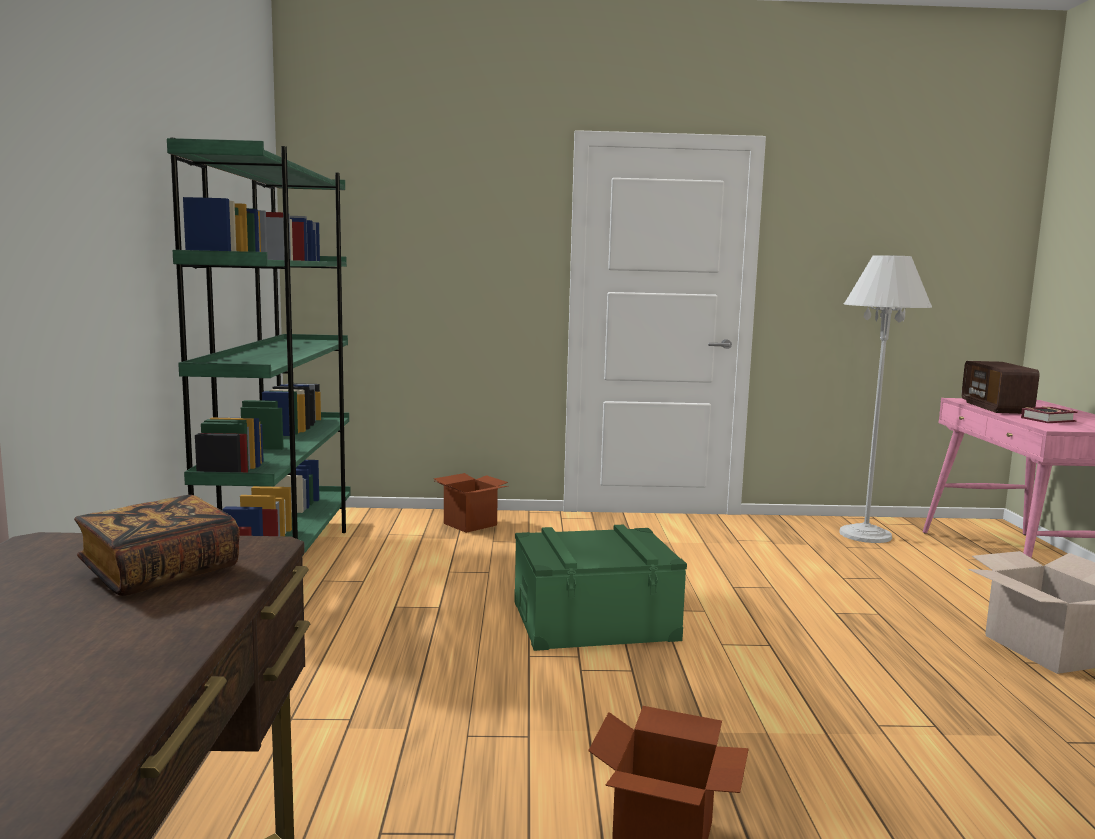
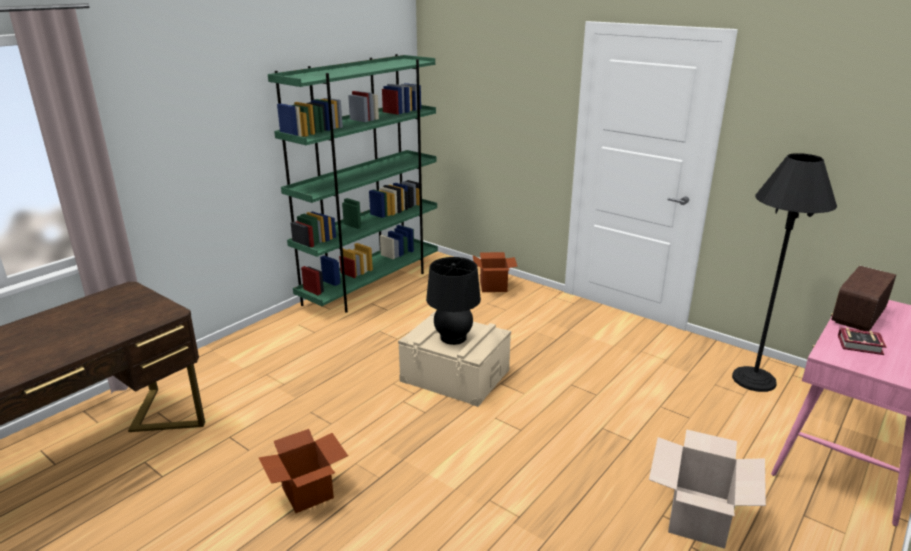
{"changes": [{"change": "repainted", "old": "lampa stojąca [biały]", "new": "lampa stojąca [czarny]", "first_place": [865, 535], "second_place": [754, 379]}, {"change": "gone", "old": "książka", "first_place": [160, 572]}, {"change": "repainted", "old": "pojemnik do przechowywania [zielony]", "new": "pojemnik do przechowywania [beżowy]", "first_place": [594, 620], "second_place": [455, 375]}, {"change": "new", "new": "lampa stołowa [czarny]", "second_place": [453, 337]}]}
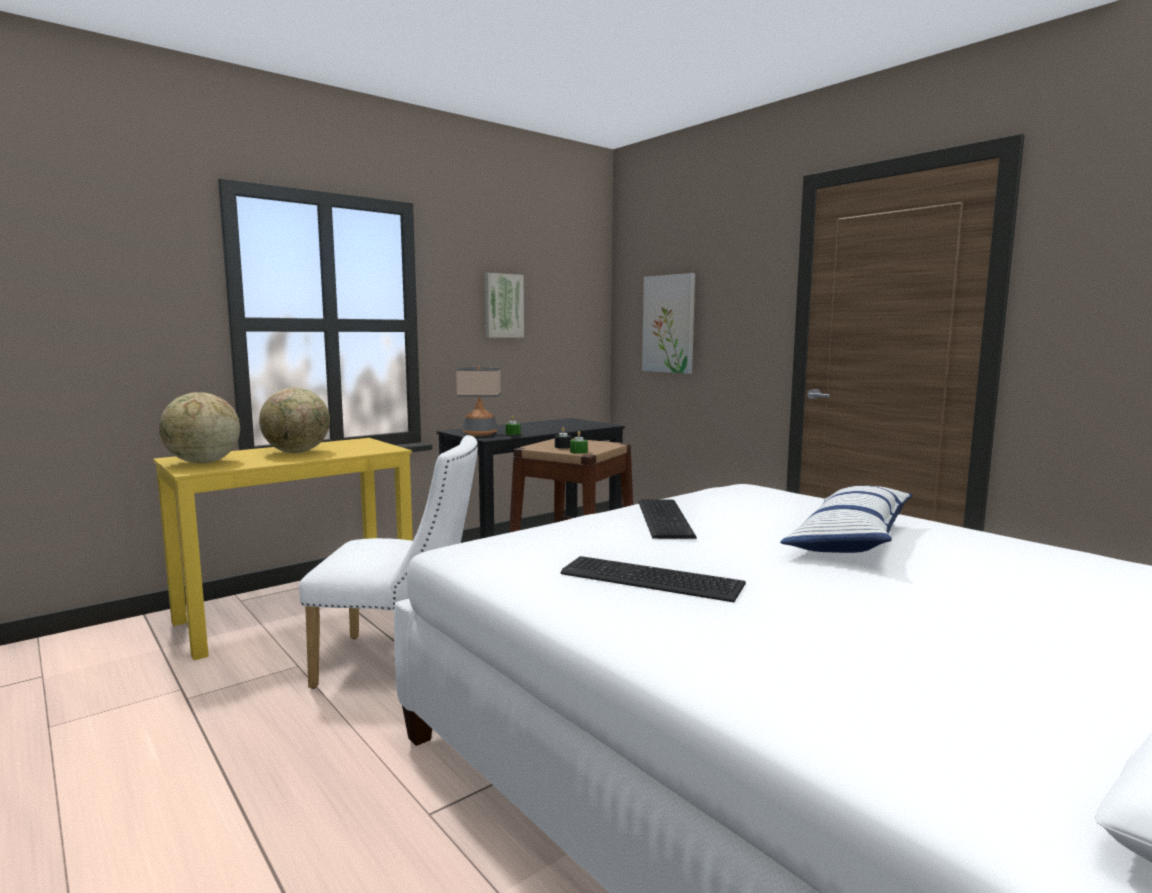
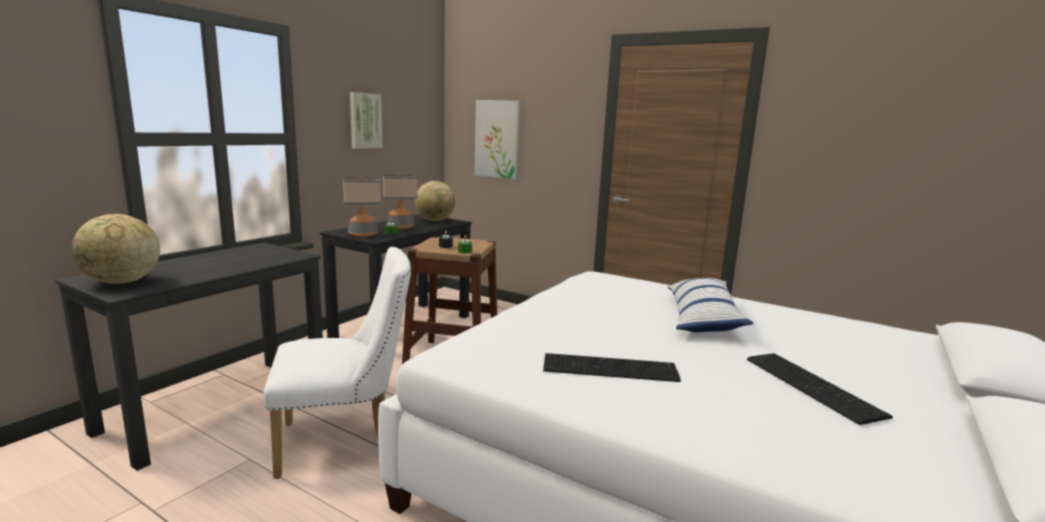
{"changes": [{"change": "shifted", "old": "globus", "first_place": [297, 452], "second_place": [435, 220]}, {"change": "repainted", "old": "biurko [żółty]", "new": "biurko [czarny]", "first_place": [298, 611], "second_place": [218, 406]}, {"change": "shifted", "old": "klawiatura", "first_place": [666, 518], "second_place": [812, 385]}, {"change": "new", "new": "lampa stołowa", "second_place": [400, 227]}]}
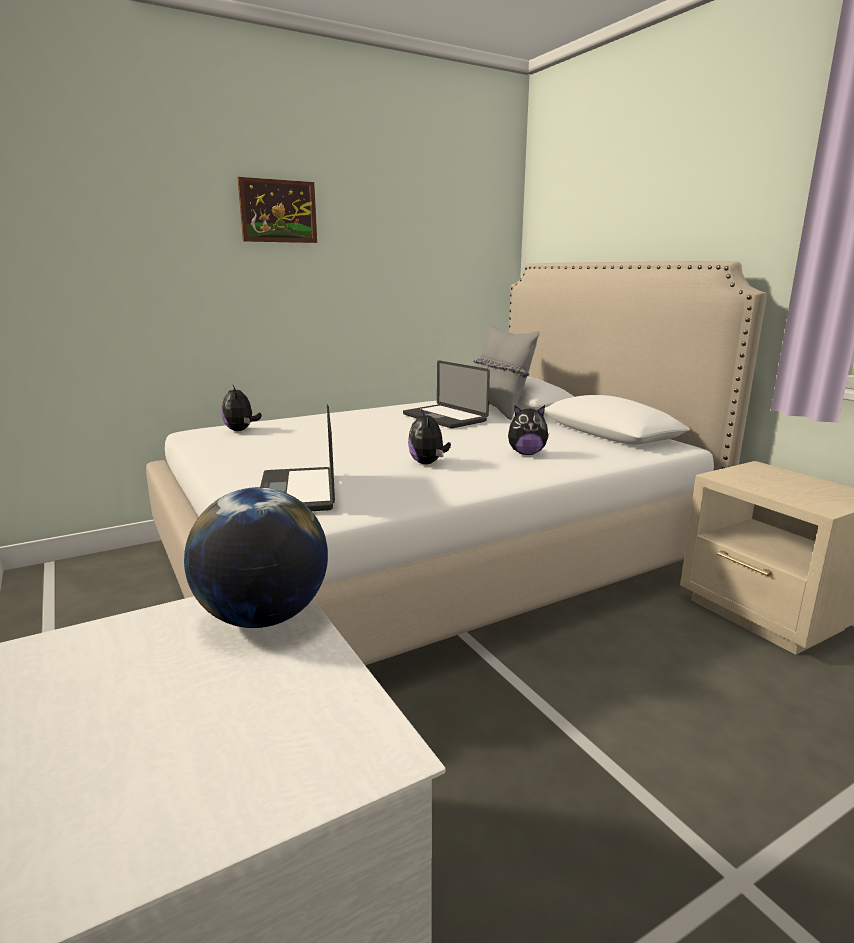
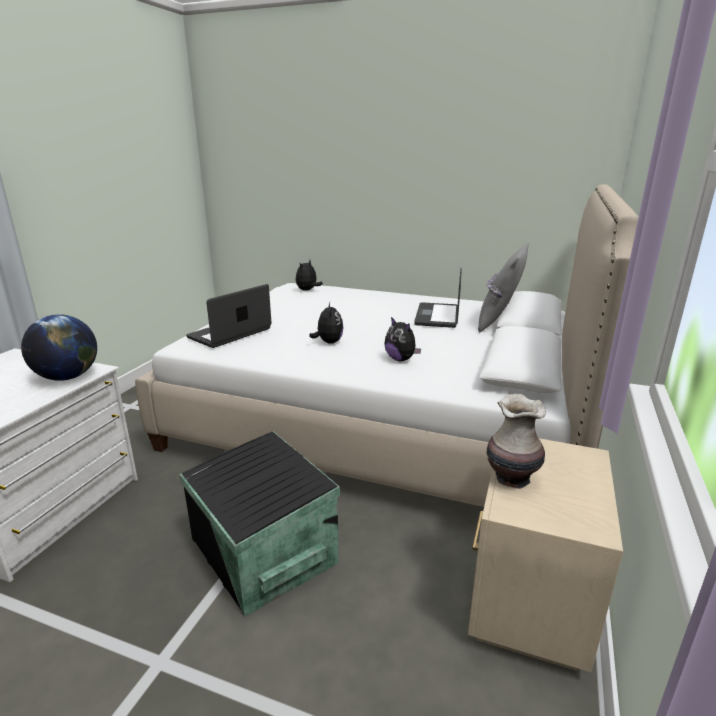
{"changes": [{"change": "gone", "old": "obraz", "first_place": [278, 211]}, {"change": "rotated", "old": "pluszak", "first_place": [428, 463], "second_place": [328, 342], "degrees": 135}, {"change": "new", "new": "wazon", "second_place": [511, 478]}, {"change": "new", "new": "pojemnik do przechowywania [czarny]", "second_place": [262, 552]}]}
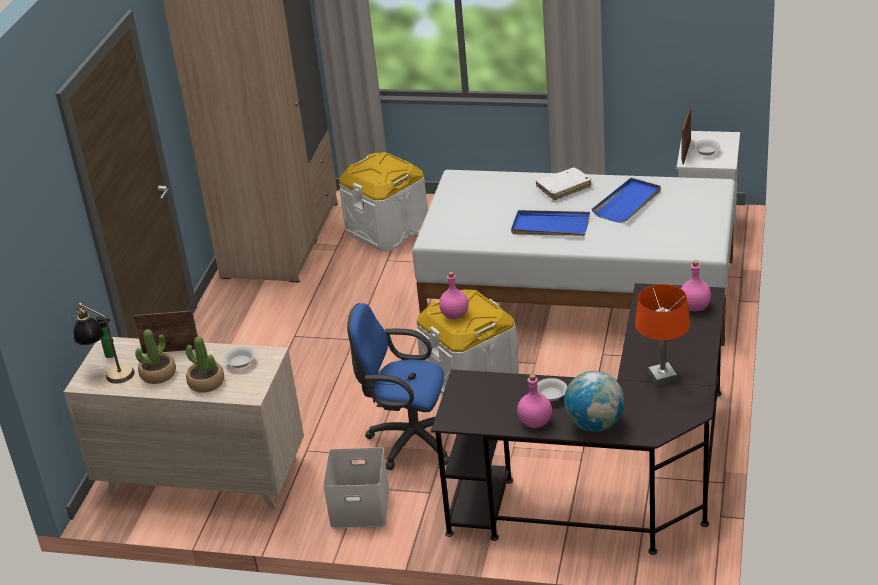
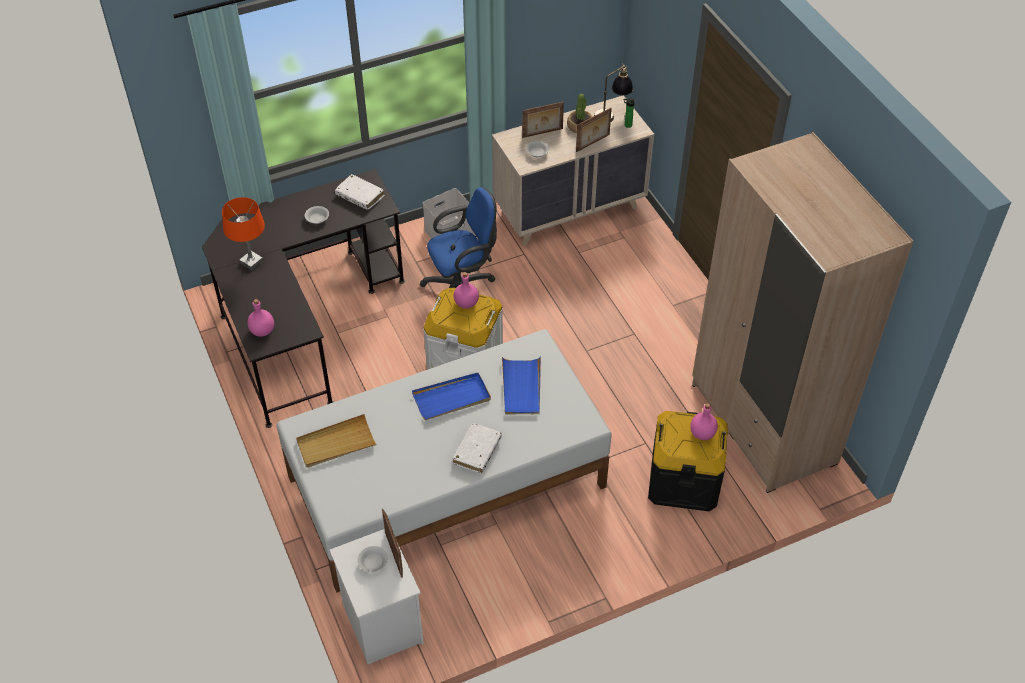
{"changes": [{"change": "repainted", "old": "pojemnik do przechowywania [biały]", "new": "pojemnik do przechowywania [czarny]", "first_place": [387, 230], "second_place": [684, 480]}, {"change": "shifted", "old": "taca [niebieski]", "first_place": [628, 203], "second_place": [521, 388]}, {"change": "swapped", "old": "roślina doniczkowa", "new": "ramka na zdjęcie", "first_place": [206, 383], "second_place": [542, 133]}, {"change": "gone", "old": "globus", "first_place": [595, 424]}, {"change": "shifted", "old": "butelka [różowy]", "first_place": [535, 423], "second_place": [702, 433]}, {"change": "new", "new": "książka [biały]", "second_place": [360, 196]}, {"change": "new", "new": "taca [beżowy]", "second_place": [336, 443]}]}
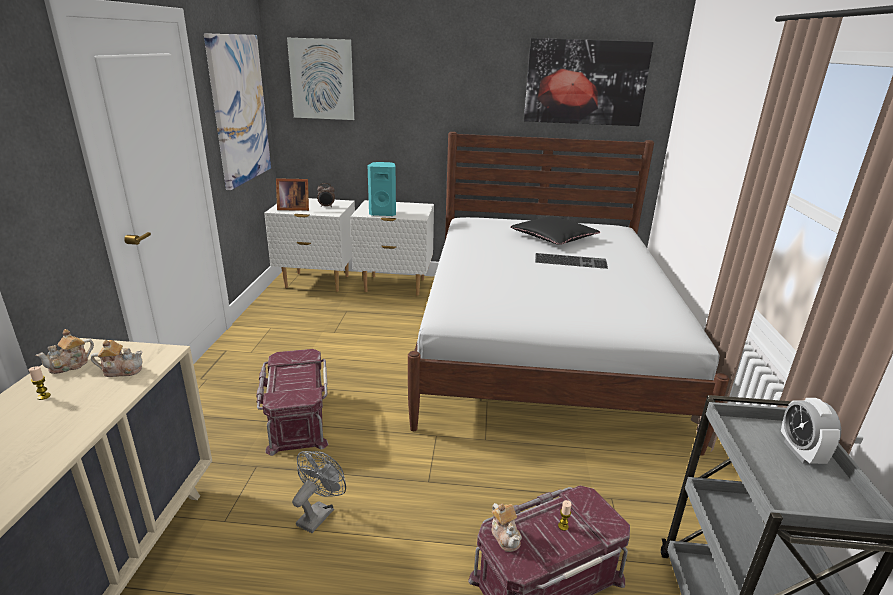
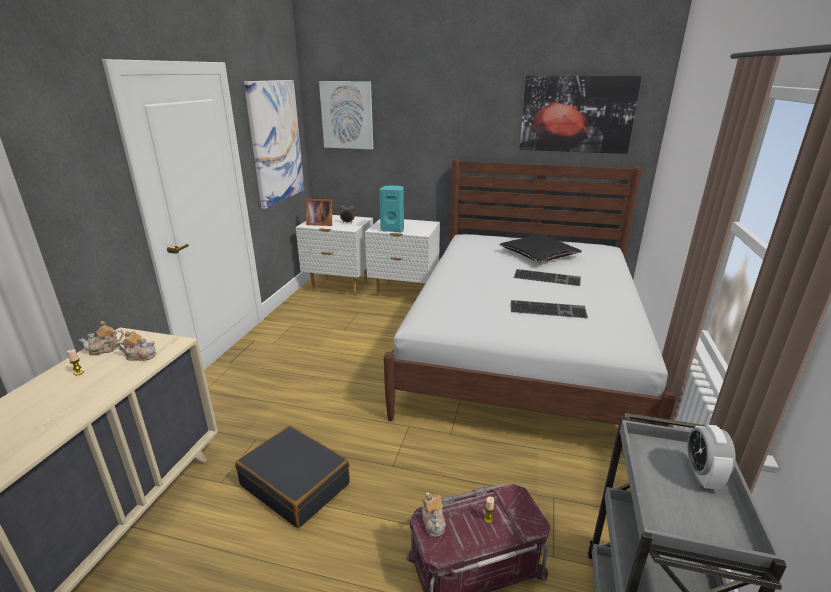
{"changes": [{"change": "gone", "old": "pojemnik do przechowywania [czerwony]", "first_place": [296, 417]}, {"change": "swapped", "old": "wentylator [szary]", "new": "walizka [czarny]", "first_place": [319, 513], "second_place": [296, 484]}, {"change": "new", "new": "klawiatura", "second_place": [548, 309]}]}
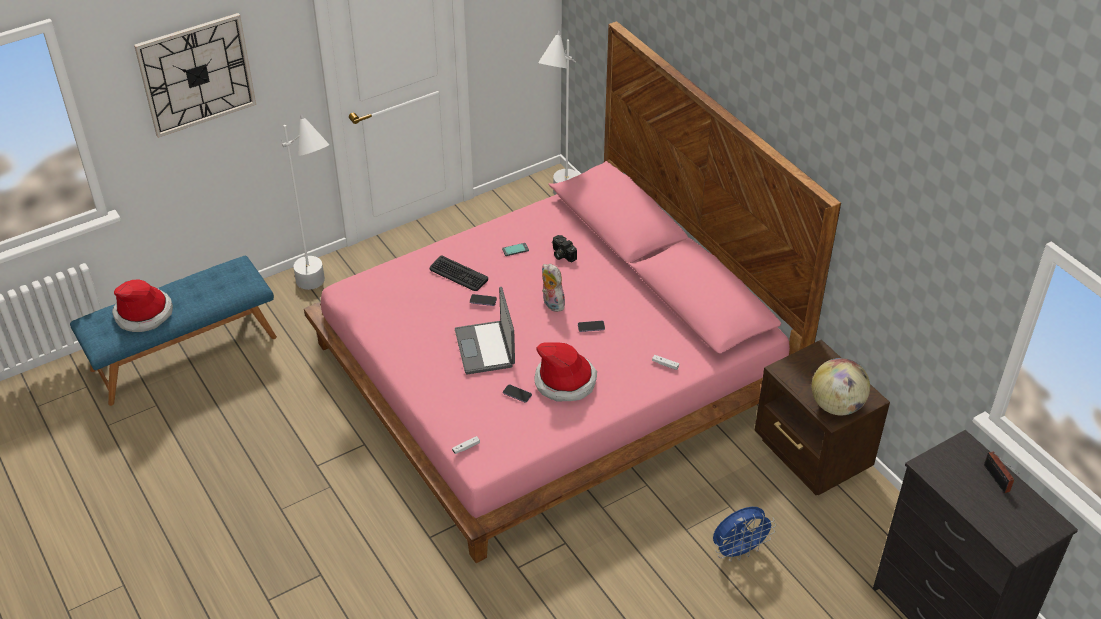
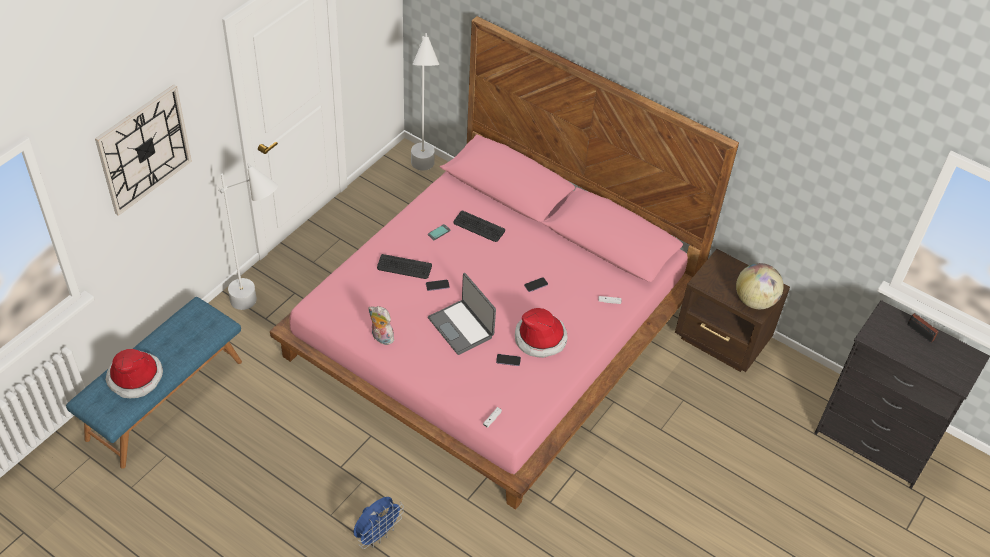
{"changes": [{"change": "swapped", "old": "aparat fotograficzny", "new": "klawiatura", "first_place": [561, 254], "second_place": [478, 227]}, {"change": "shifted", "old": "pluszak", "first_place": [551, 304], "second_place": [381, 338]}, {"change": "shifted", "old": "wentylator [niebieski]", "first_place": [739, 551], "second_place": [377, 535]}]}
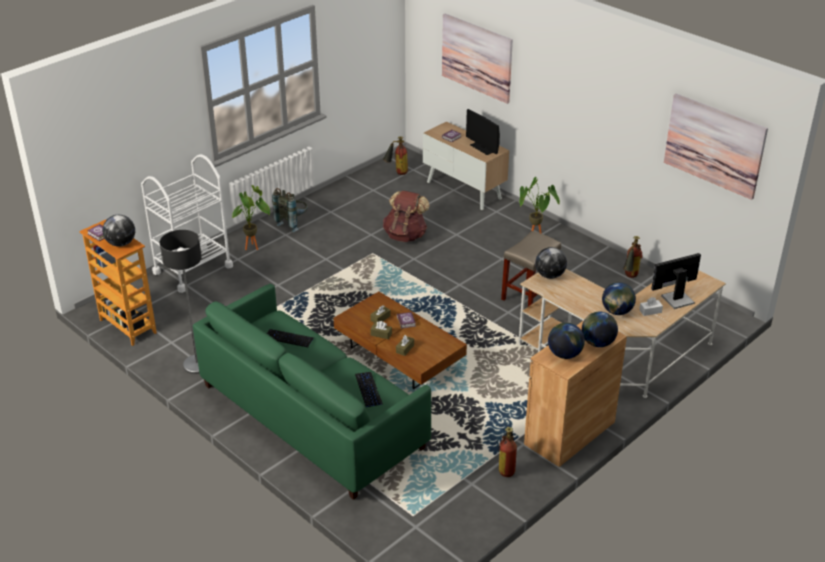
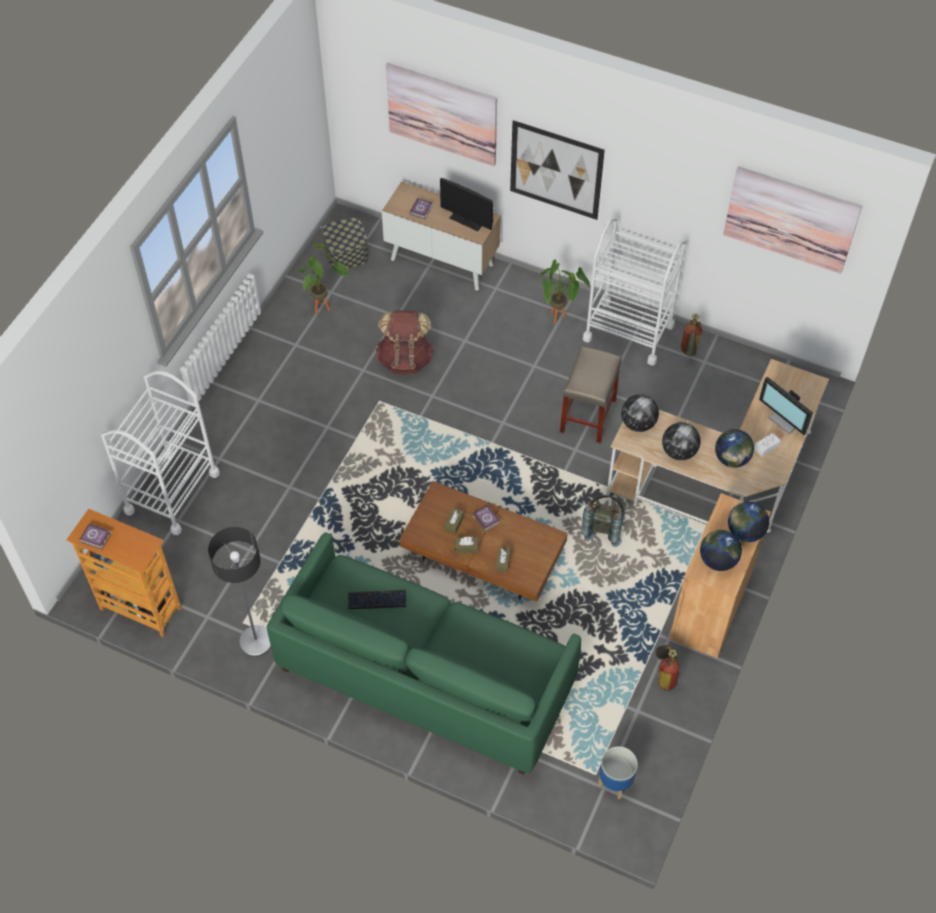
{"changes": [{"change": "swapped", "old": "gaśnica", "new": "pojemnik do przechowywania", "first_place": [397, 172], "second_place": [346, 253]}, {"change": "shifted", "old": "roślina doniczkowa", "first_place": [255, 247], "second_place": [324, 307]}, {"change": "shifted", "old": "plecak [szary]", "first_place": [292, 223], "second_place": [603, 527]}, {"change": "shifted", "old": "globus", "first_place": [121, 243], "second_place": [679, 451]}, {"change": "rotated", "old": "monitor", "first_place": [676, 299], "second_place": [786, 419], "degrees": -90}, {"change": "gone", "old": "klawiatura", "first_place": [368, 390]}, {"change": "new", "new": "obraz", "second_place": [556, 170]}, {"change": "new", "new": "wózek [biały]", "second_place": [628, 332]}, {"change": "new", "new": "donica", "second_place": [615, 783]}]}
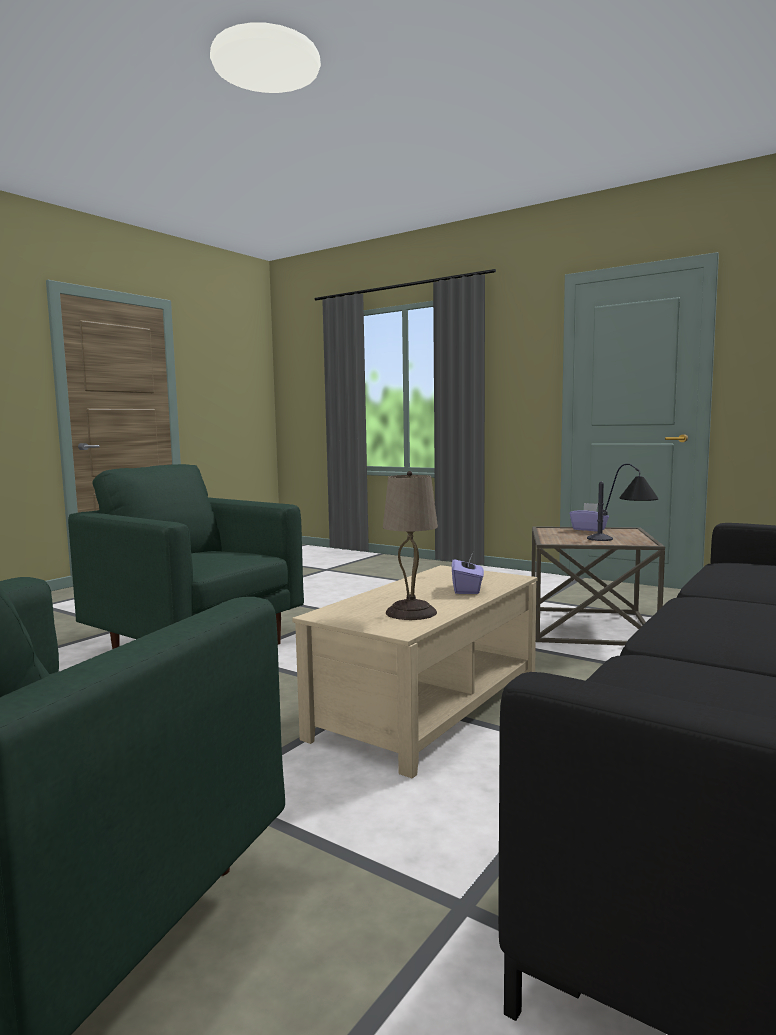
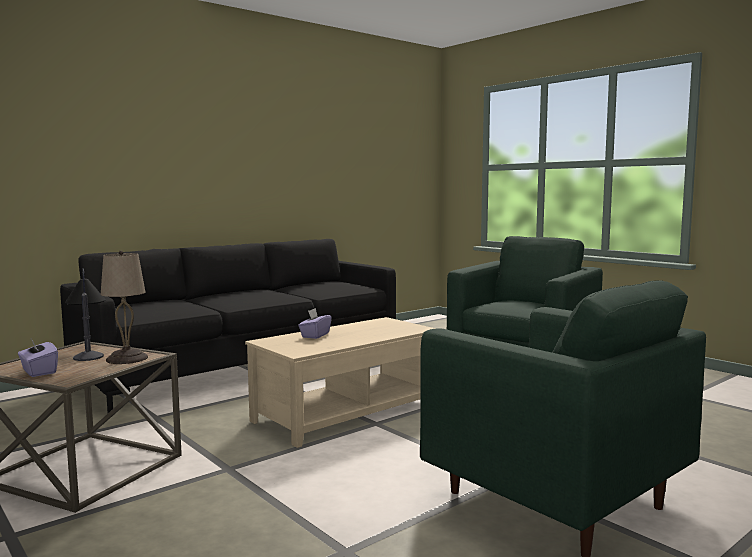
{"changes": [{"change": "shifted", "old": "lampa stołowa [beżowy]", "first_place": [410, 612], "second_place": [128, 358]}]}
